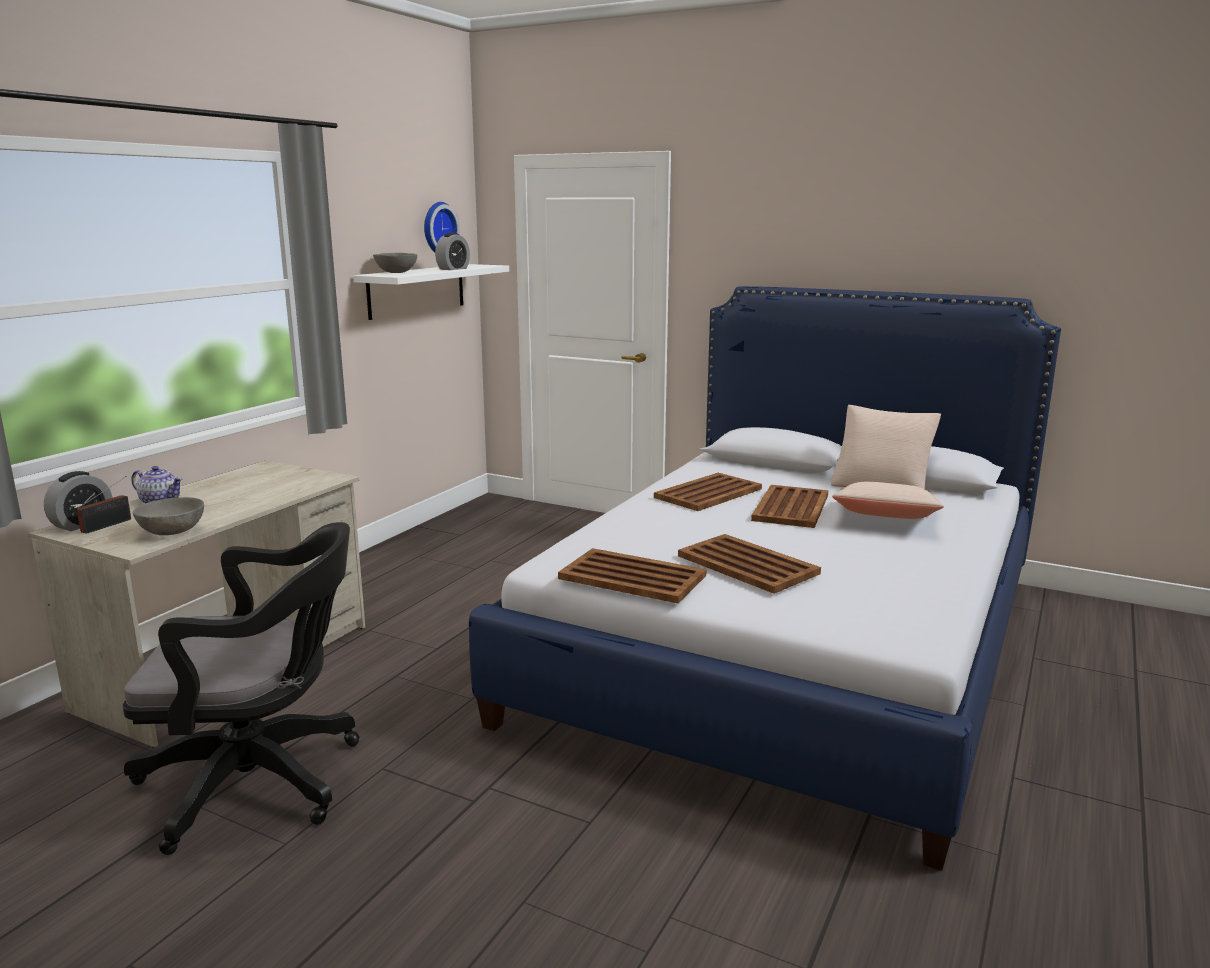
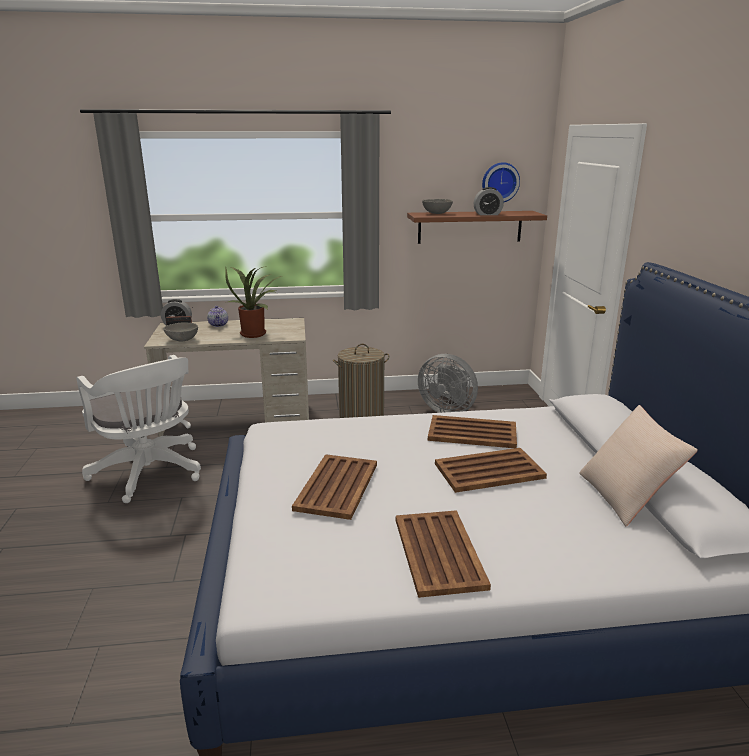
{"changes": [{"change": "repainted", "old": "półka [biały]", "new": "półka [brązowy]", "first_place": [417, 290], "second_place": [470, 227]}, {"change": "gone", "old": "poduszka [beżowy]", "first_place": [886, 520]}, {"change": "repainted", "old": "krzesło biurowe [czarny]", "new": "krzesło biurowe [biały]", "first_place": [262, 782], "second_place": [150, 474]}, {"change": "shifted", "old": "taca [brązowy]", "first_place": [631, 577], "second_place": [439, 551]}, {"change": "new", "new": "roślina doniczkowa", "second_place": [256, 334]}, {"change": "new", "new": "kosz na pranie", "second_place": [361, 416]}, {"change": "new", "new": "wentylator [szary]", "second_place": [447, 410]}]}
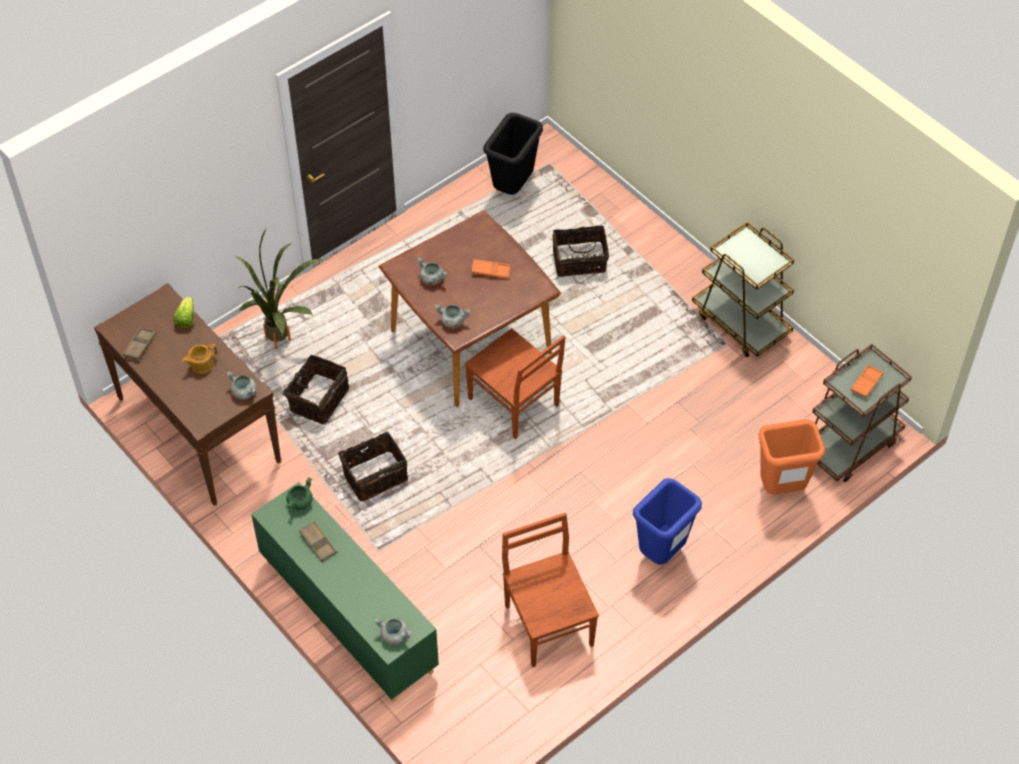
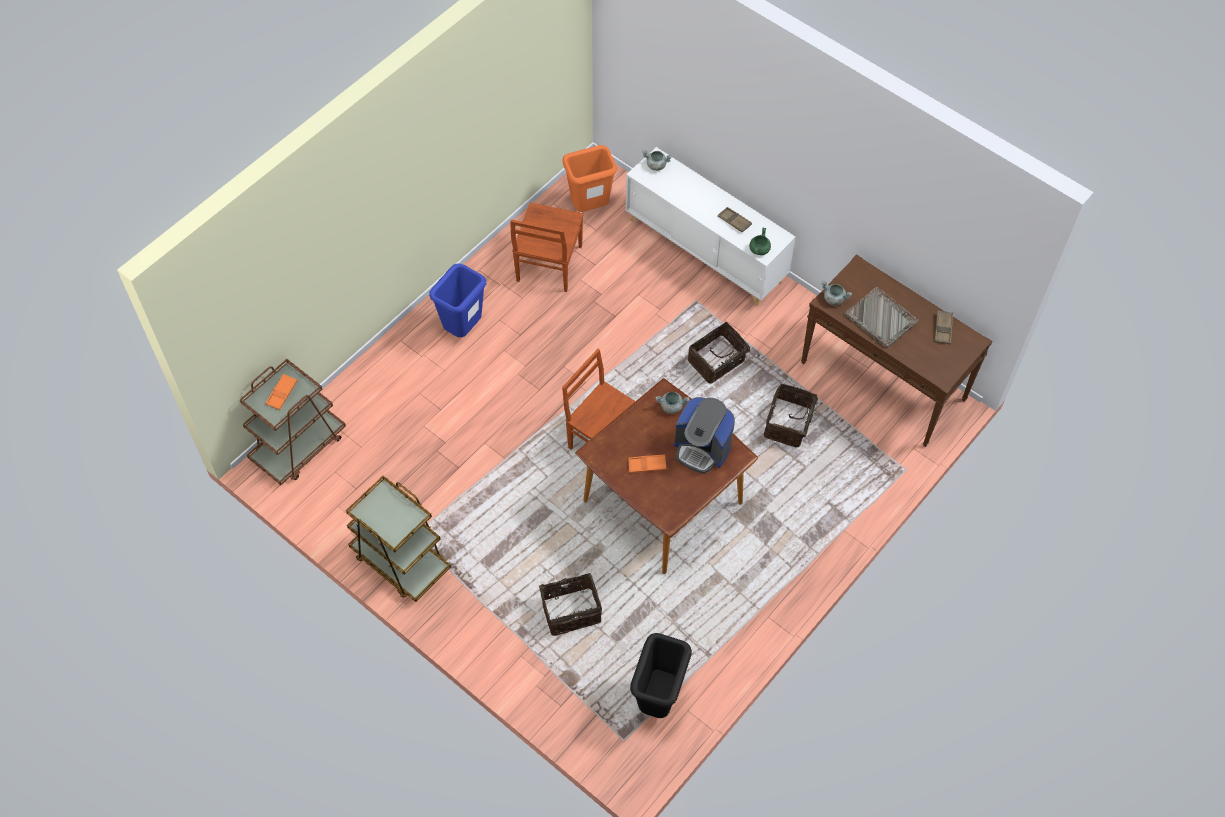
{"changes": [{"change": "gone", "old": "roślina doniczkowa", "first_place": [280, 345]}, {"change": "swapped", "old": "garnek [szary]", "new": "ekspres do kawy", "first_place": [432, 279], "second_place": [702, 448]}, {"change": "gone", "old": "sałata", "first_place": [186, 318]}, {"change": "swapped", "old": "imbryk", "new": "taca [szary]", "first_place": [201, 364], "second_place": [881, 319]}, {"change": "shifted", "old": "kosz na śmieci [pomarańczowy]", "first_place": [780, 489], "second_place": [590, 208]}, {"change": "repainted", "old": "szafka [zielony]", "new": "szafka [biały]", "first_place": [348, 615], "second_place": [706, 250]}, {"change": "rotated", "old": "krzesło [brązowy]", "first_place": [548, 623], "second_place": [548, 265], "degrees": 45}]}
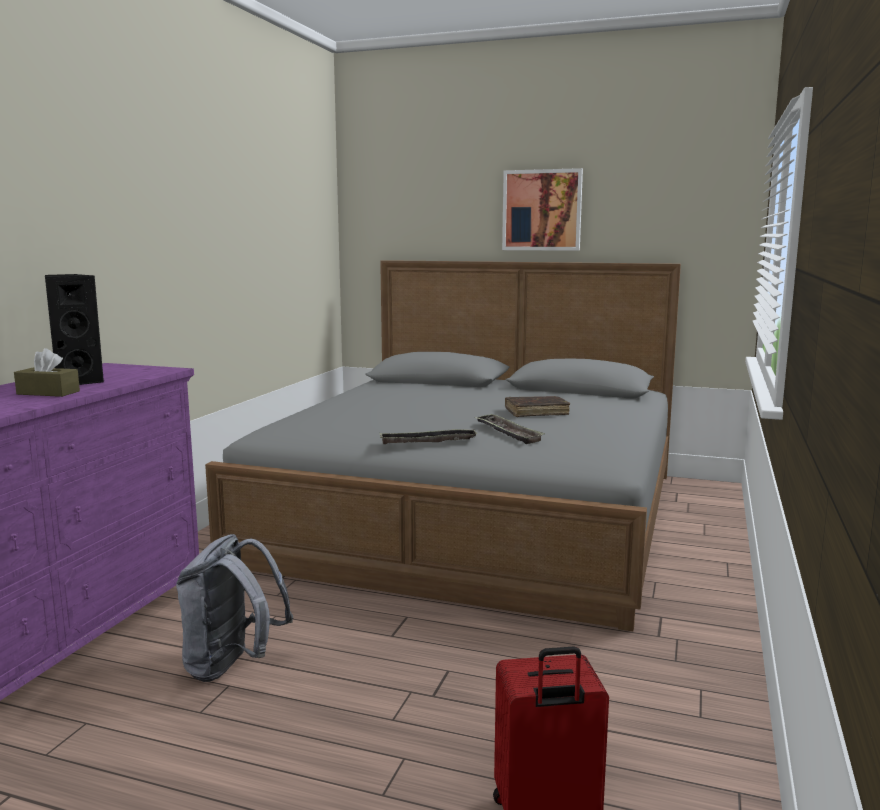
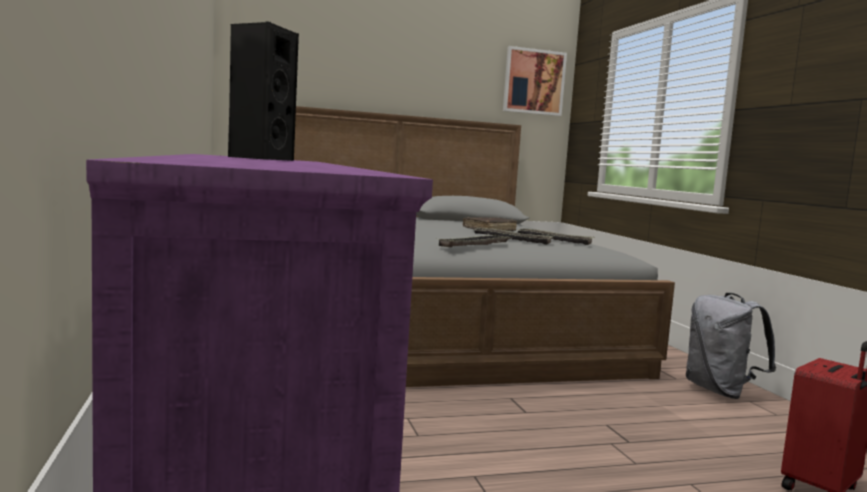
{"changes": [{"change": "shifted", "old": "obraz", "first_place": [542, 210], "second_place": [534, 82]}, {"change": "gone", "old": "pudełko chusteczek [brązowy]", "first_place": [48, 393]}, {"change": "shifted", "old": "plecak [szary]", "first_place": [232, 666], "second_place": [720, 391]}, {"change": "new", "new": "taca", "second_place": [554, 240]}]}
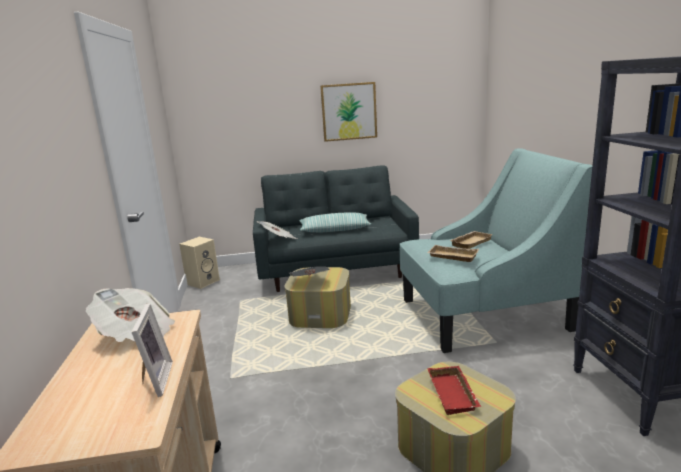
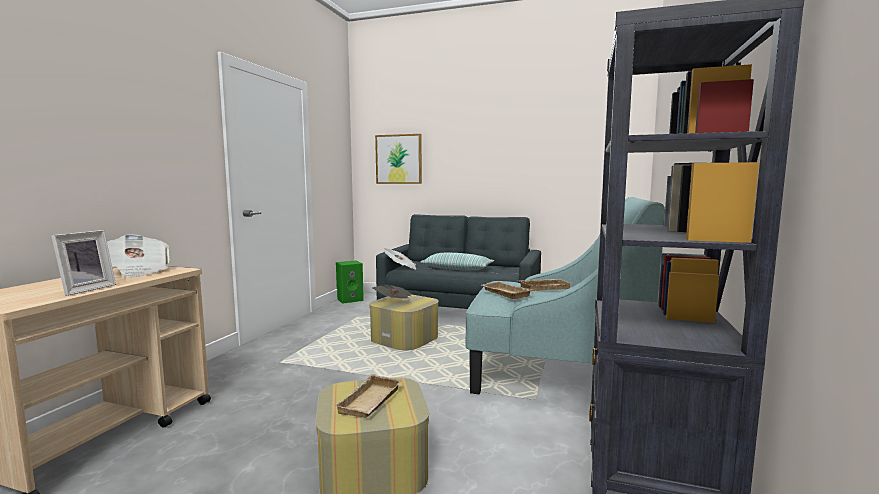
{"changes": [{"change": "shifted", "old": "obraz", "first_place": [349, 111], "second_place": [399, 159]}, {"change": "repainted", "old": "głośnik [beżowy]", "new": "głośnik [zielony]", "first_place": [203, 281], "second_place": [350, 299]}, {"change": "repainted", "old": "taca [czerwony]", "new": "taca [beżowy]", "first_place": [454, 394], "second_place": [371, 402]}]}
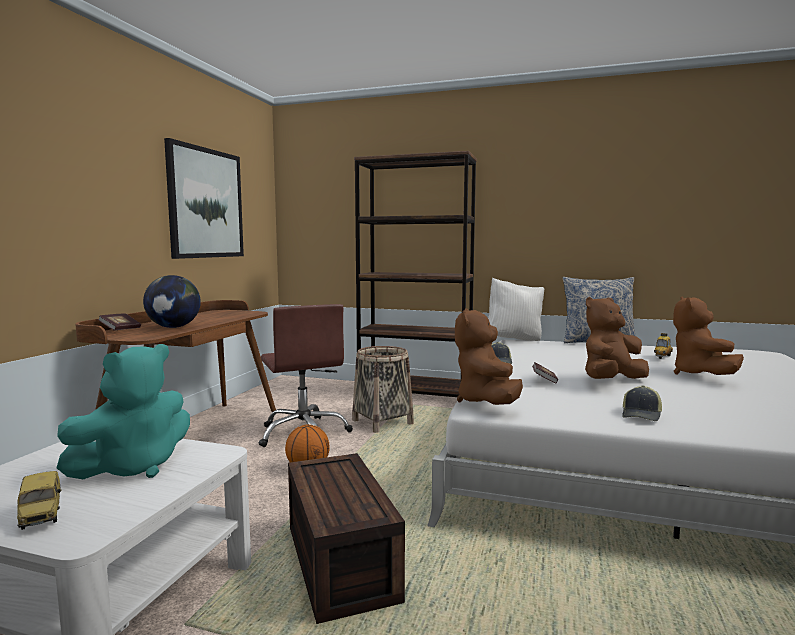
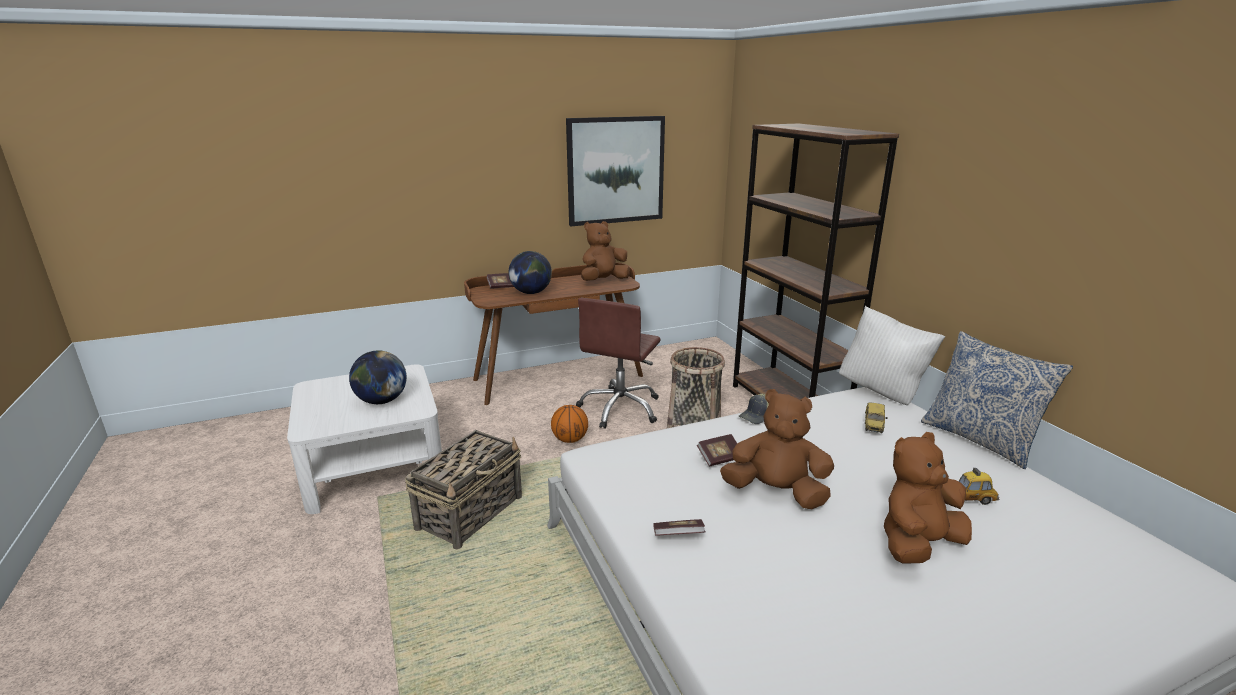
{"changes": [{"change": "shifted", "old": "pluszak [brązowy]", "first_place": [486, 402], "second_place": [603, 281]}, {"change": "swapped", "old": "pluszak [turkusowy]", "new": "globus", "first_place": [134, 467], "second_place": [382, 401]}, {"change": "swapped", "old": "czapka z daszkiem", "new": "książka", "first_place": [642, 415], "second_place": [678, 536]}, {"change": "swapped", "old": "pojemnik do przechowywania [brązowy]", "new": "koszyk", "first_place": [337, 561], "second_place": [471, 512]}, {"change": "shifted", "old": "samochodzik", "first_place": [42, 517], "second_place": [874, 427]}]}
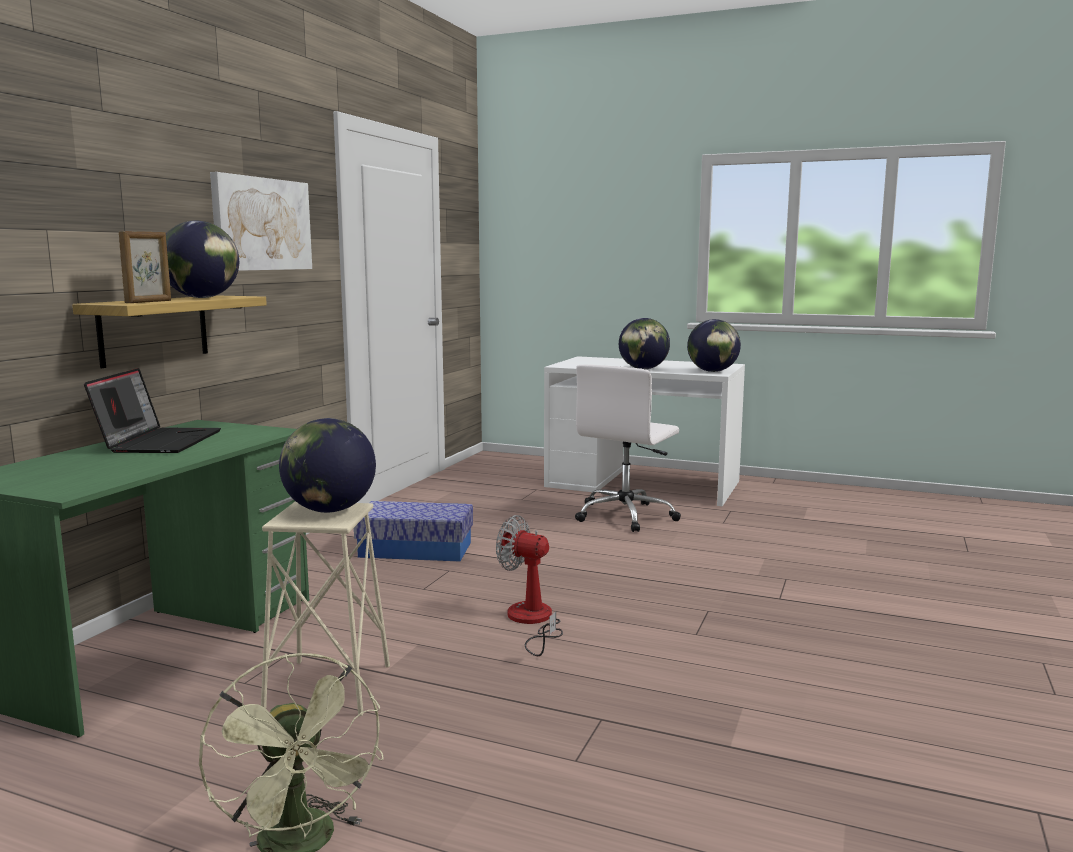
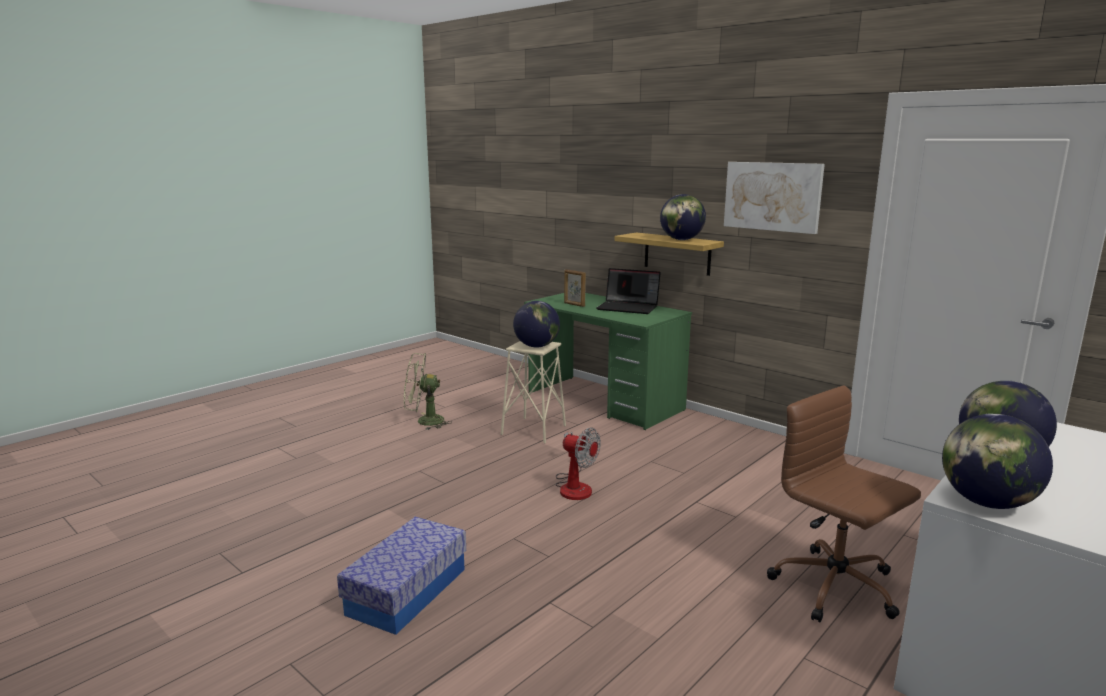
{"changes": [{"change": "shifted", "old": "ramka na zdjęcie", "first_place": [149, 302], "second_place": [574, 305]}, {"change": "repainted", "old": "krzesło biurowe [biały]", "new": "krzesło biurowe [brązowy]", "first_place": [626, 515], "second_place": [836, 588]}, {"change": "shifted", "old": "pojemnik do przechowywania", "first_place": [415, 550], "second_place": [407, 591]}, {"change": "rotated", "old": "wentylator", "first_place": [532, 621], "second_place": [574, 486], "degrees": 75}]}
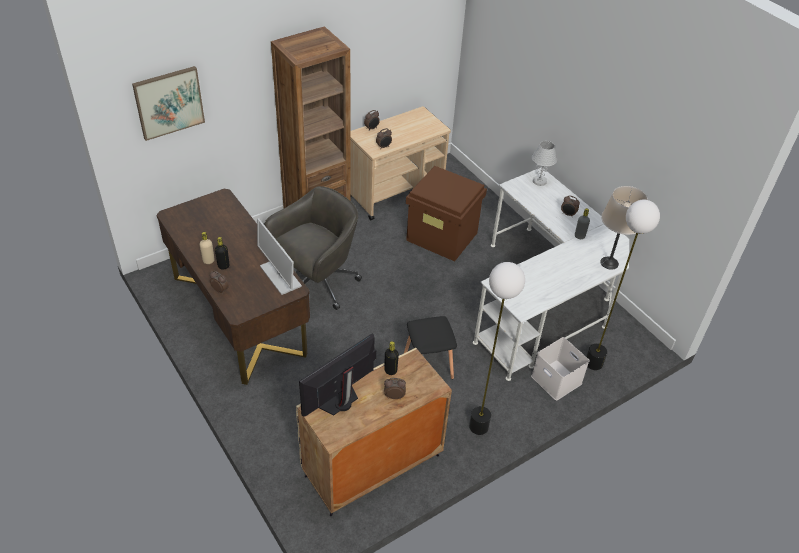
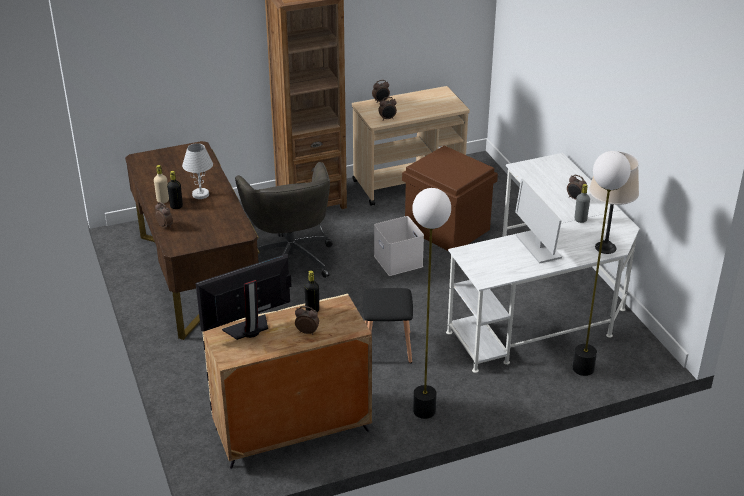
{"changes": [{"change": "gone", "old": "obraz", "first_place": [169, 102]}, {"change": "shifted", "old": "lampa stołowa [biały]", "first_place": [539, 181], "second_place": [200, 194]}, {"change": "rotated", "old": "krzesło biurowe [szary]", "first_place": [317, 283], "second_place": [290, 258], "degrees": 105}, {"change": "shifted", "old": "monitor", "first_place": [280, 276], "second_place": [537, 246]}, {"change": "shifted", "old": "pojemnik do przechowywania [biały]", "first_place": [557, 380], "second_place": [399, 261]}]}
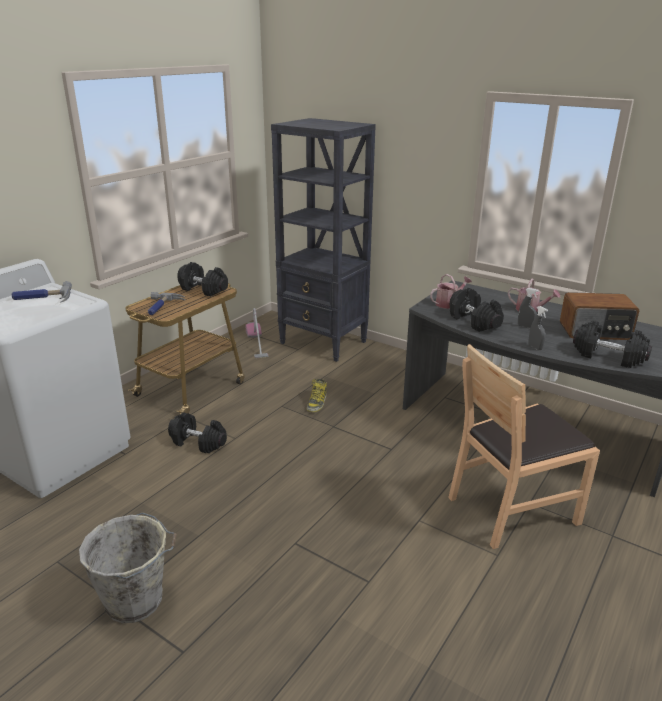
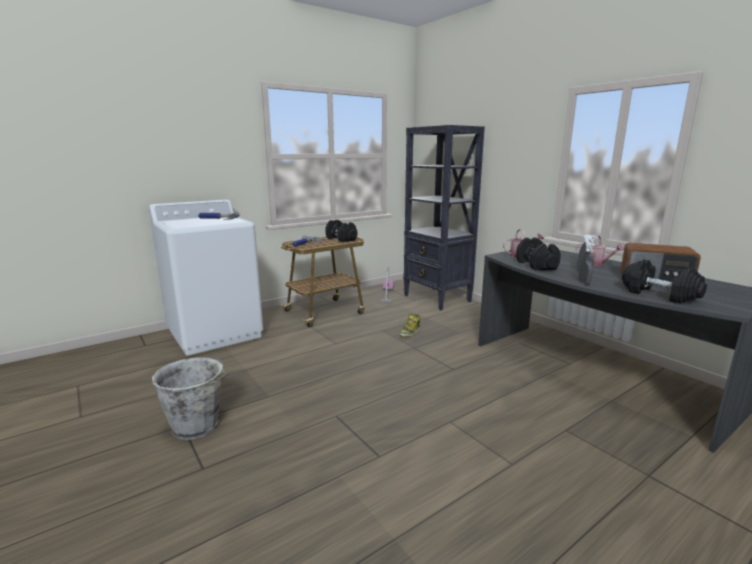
{"changes": [{"change": "gone", "old": "krzesło [brązowy]", "first_place": [512, 508]}, {"change": "gone", "old": "hantel [czarny]", "first_place": [197, 442]}]}
